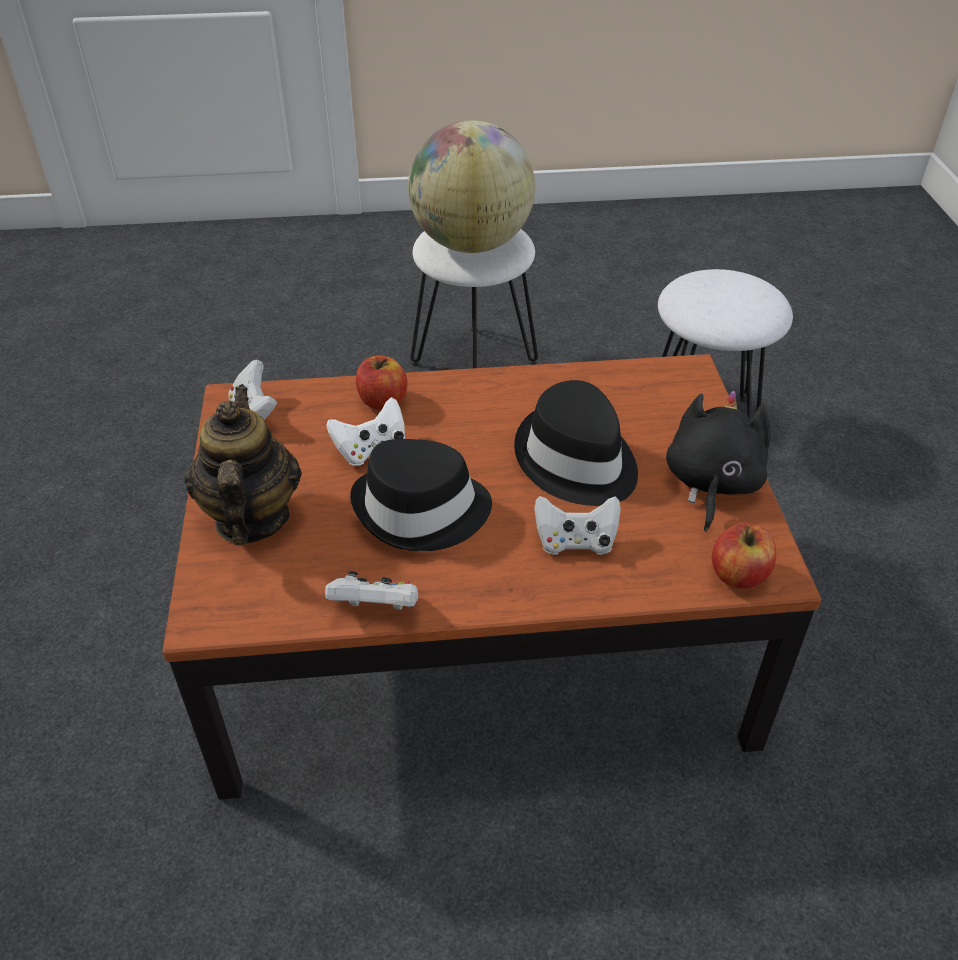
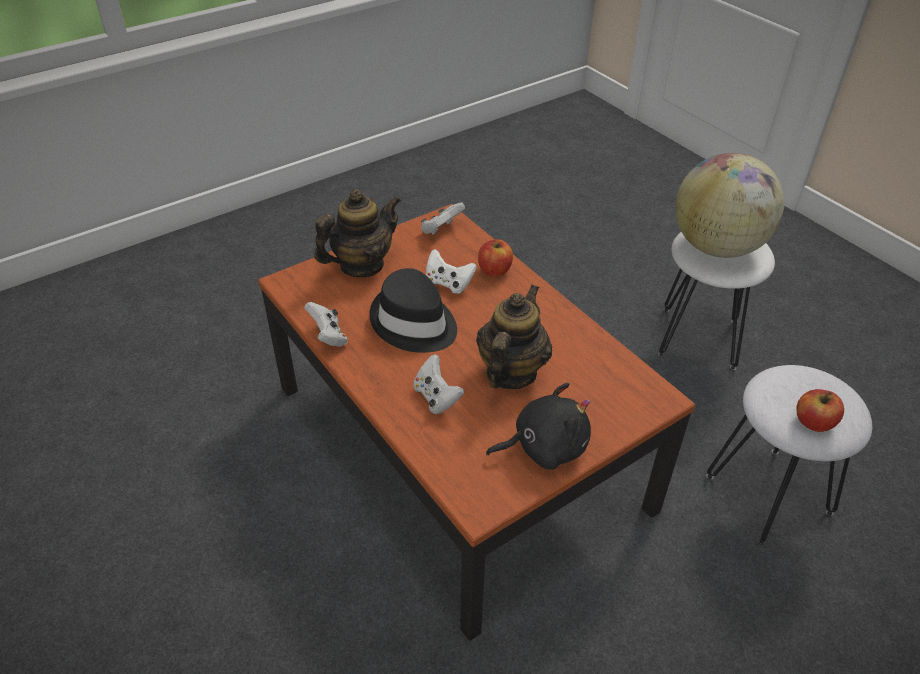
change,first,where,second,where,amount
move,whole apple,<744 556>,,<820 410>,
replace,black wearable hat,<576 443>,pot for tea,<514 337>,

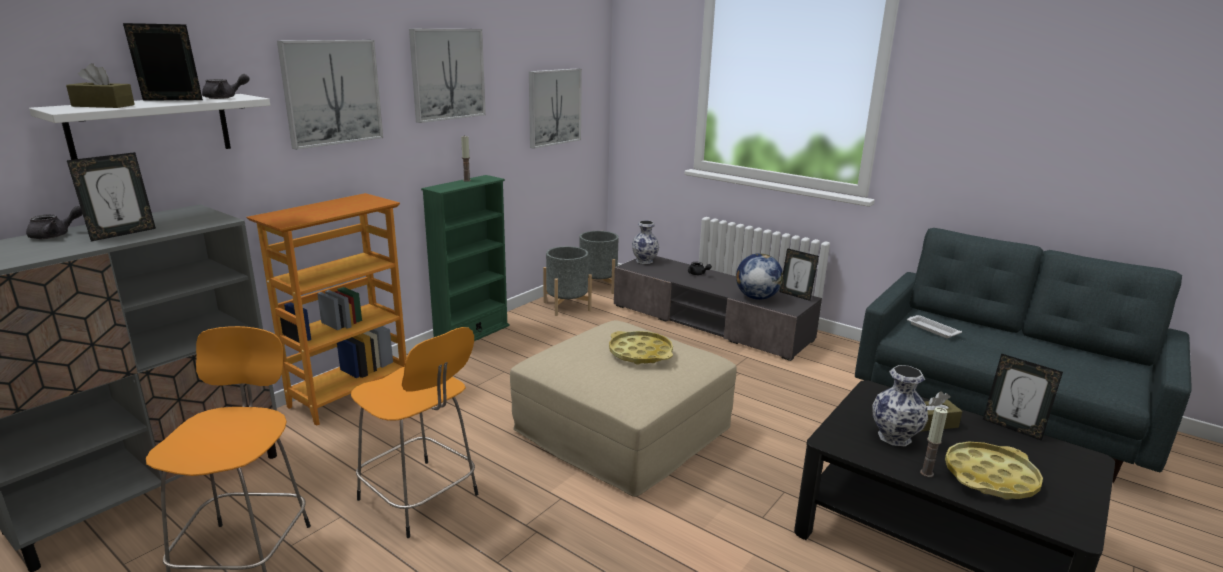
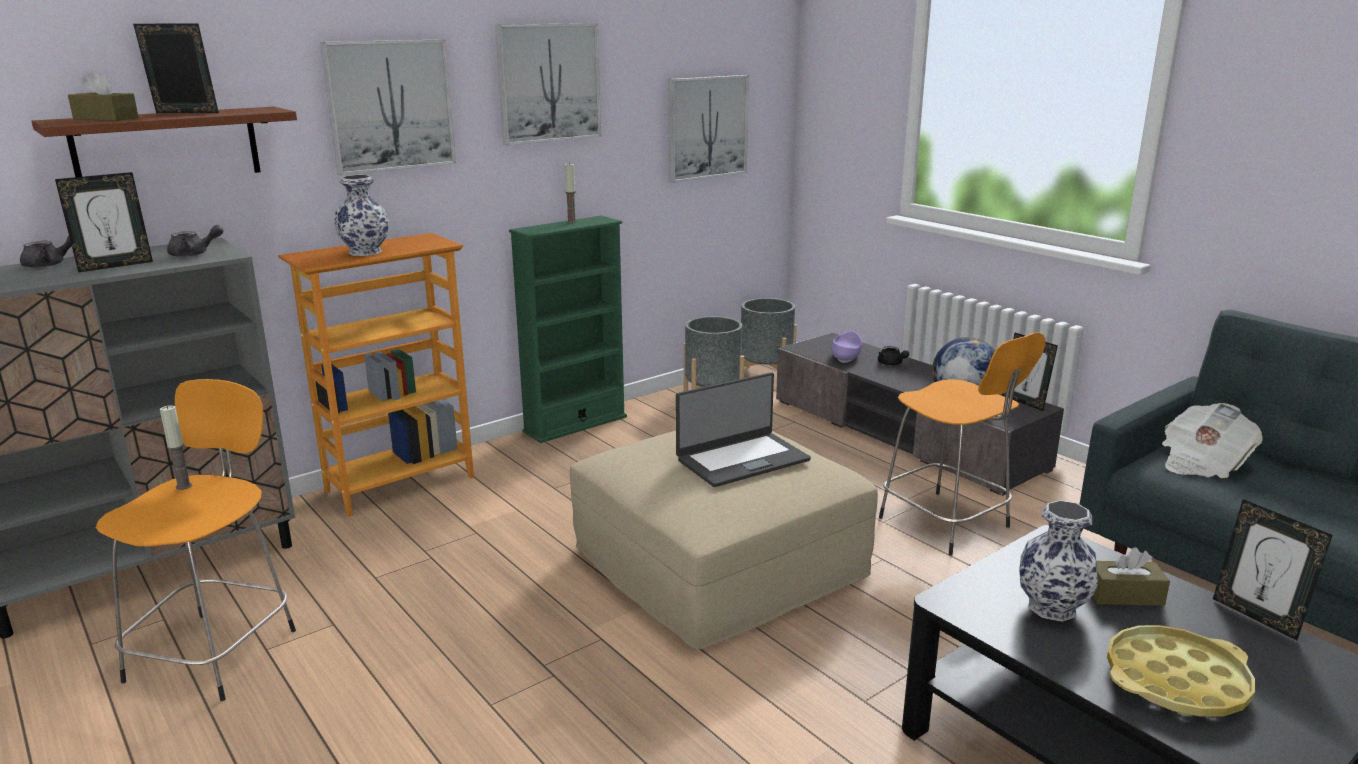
change,first,where,second,where,amount
insert,,,purple serving bowl,<846 347>,
move,gray pot for tea,<226 86>,,<195 241>,
move,orange stool,<414 432>,,<962 444>,
move,decorative vase,<645 242>,,<361 215>,
move,wax candle,<934 442>,,<176 448>,
replace,yellow-coloured tray,<641 348>,portable computer,<743 429>,
replace,white-coloured tray,<934 326>,printed paper,<1212 440>,
recolor,white-coloured bracket shelf,<149 127>,brown bracket shelf,<164 142>,

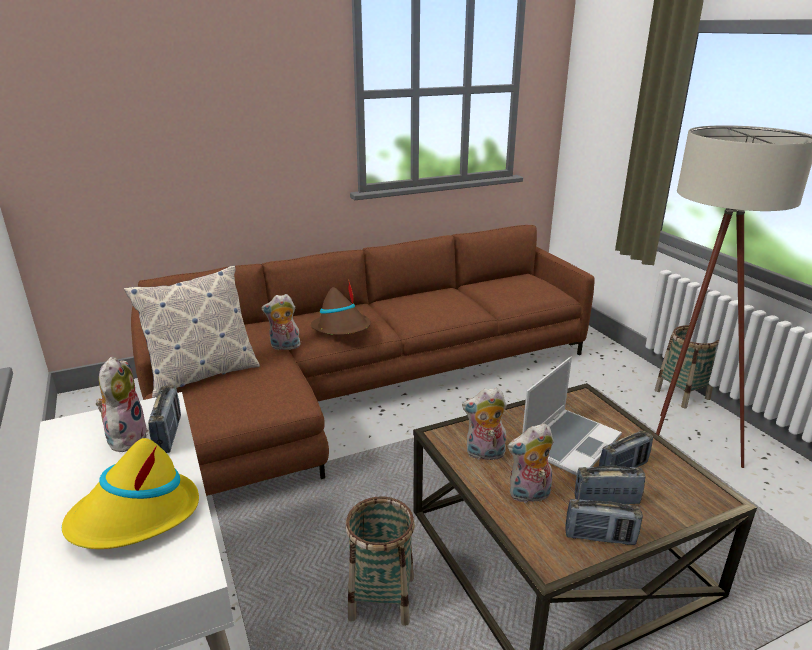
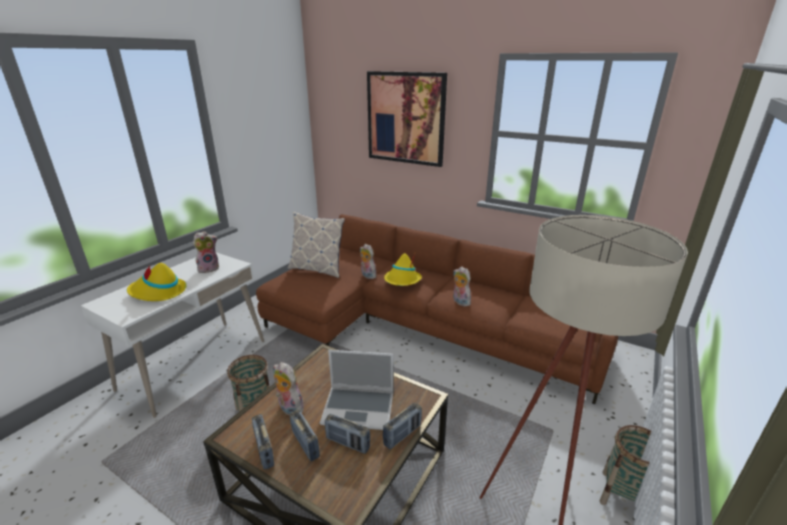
change,first,where,second,where,amount
insert,,,wall art,<407 119>,
move,radio receiver,<164 419>,,<402 426>,
move,soft toy,<484 424>,,<462 286>,
recolor,brown wearable hat,<341 308>,yellow-coloured wearable hat,<403 269>,

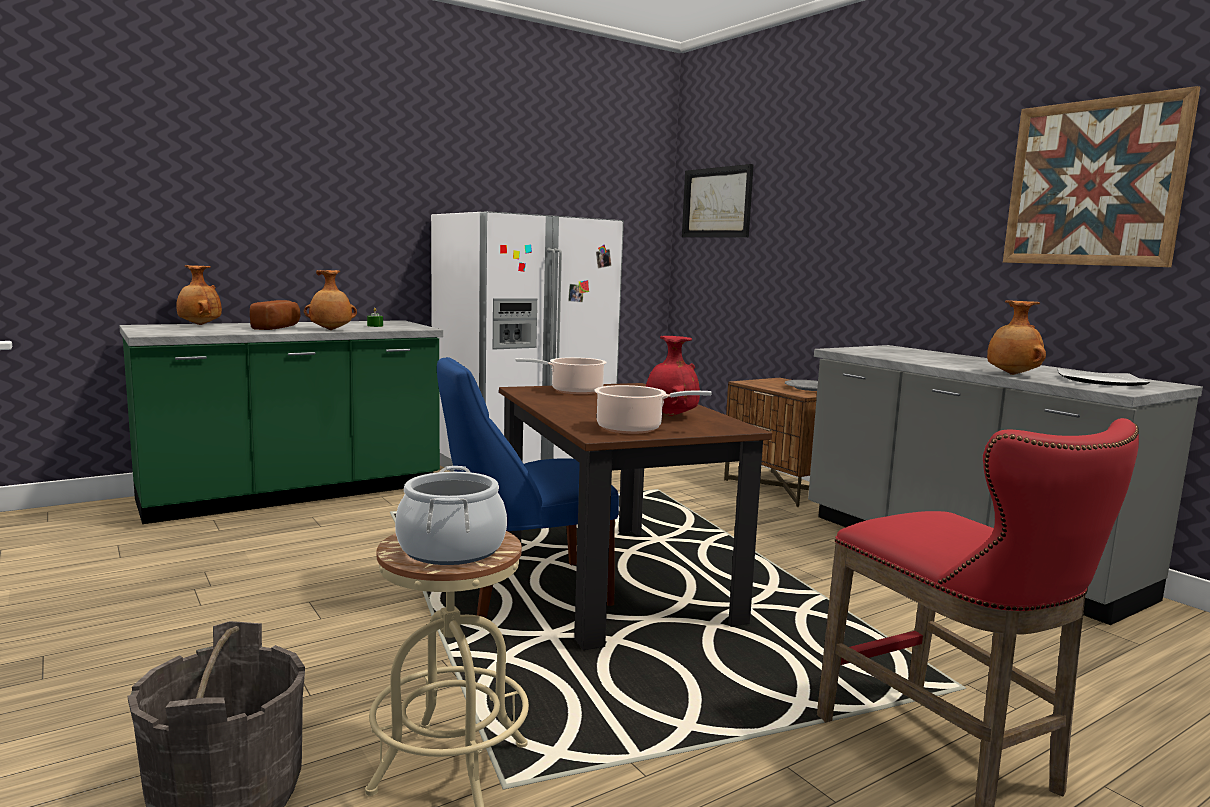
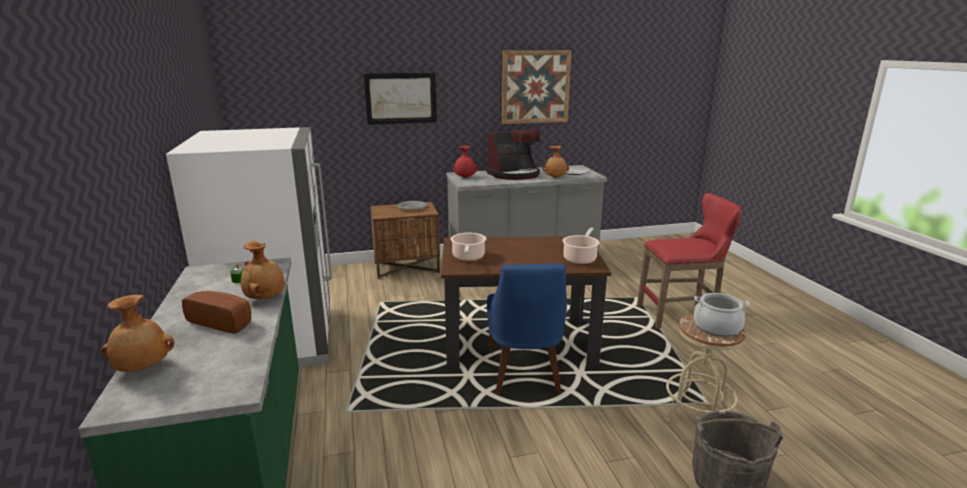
change,first,where,second,where,amount
insert,,,coffee machine,<513 154>,
move,reddish decorative vase,<673 376>,,<465 162>,
move,wall art,<718 200>,,<400 98>,

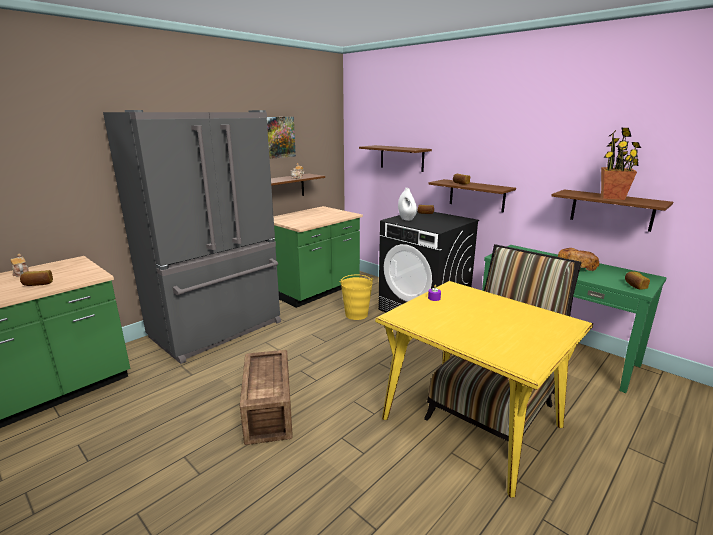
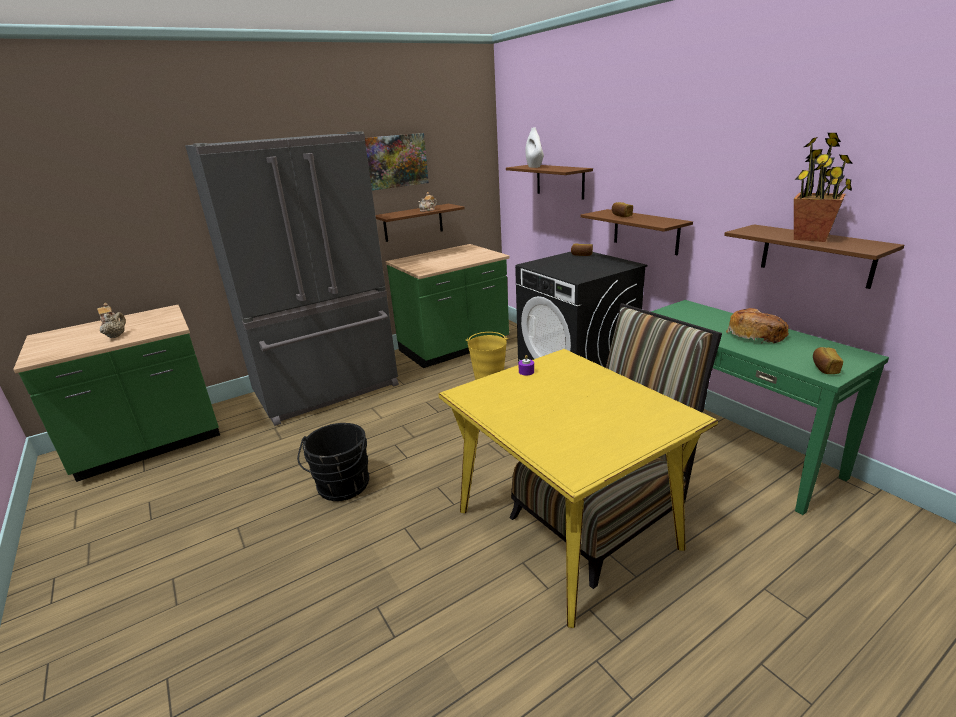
change,first,where,second,where,amount
move,white-coloured decorative vase,<407 204>,,<534 147>,
replace,bakery bread,<36 278>,sand-coloured pot for tea,<113 325>,
replace,packing crate,<266 397>,black bucket,<333 462>,

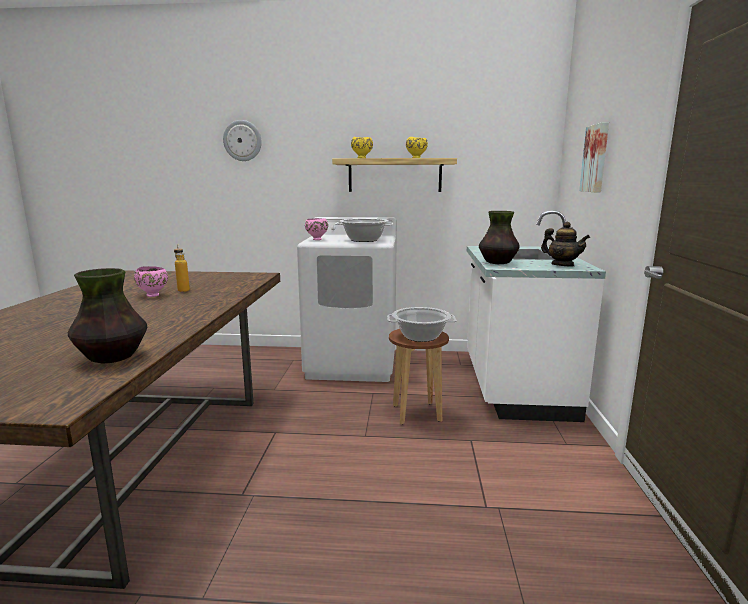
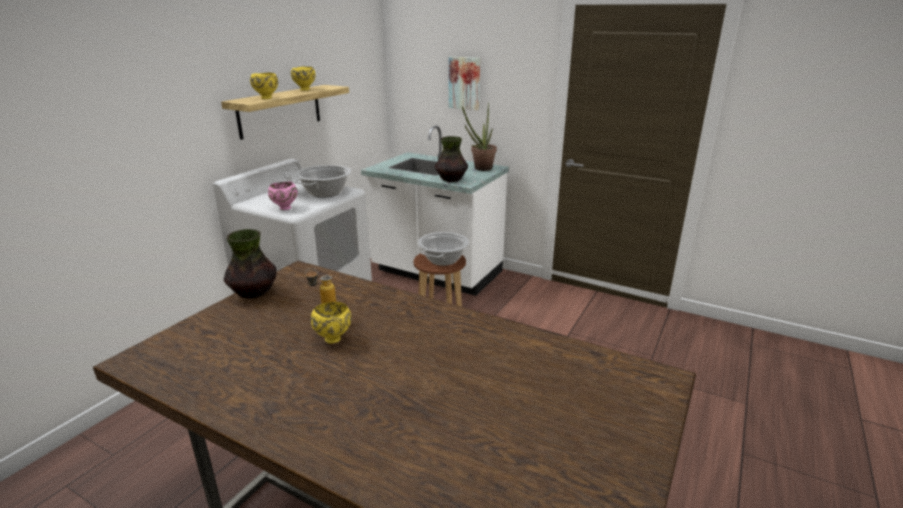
change,first,where,second,where,amount
delete,clock on the wall,<242 140>,,,
move,decorative vase,<107 316>,,<250 264>,
replace,pot for tea,<565 244>,houseplant,<479 136>,
recolor,pink serving bowl,<151 281>,yellow-coloured serving bowl,<330 323>,

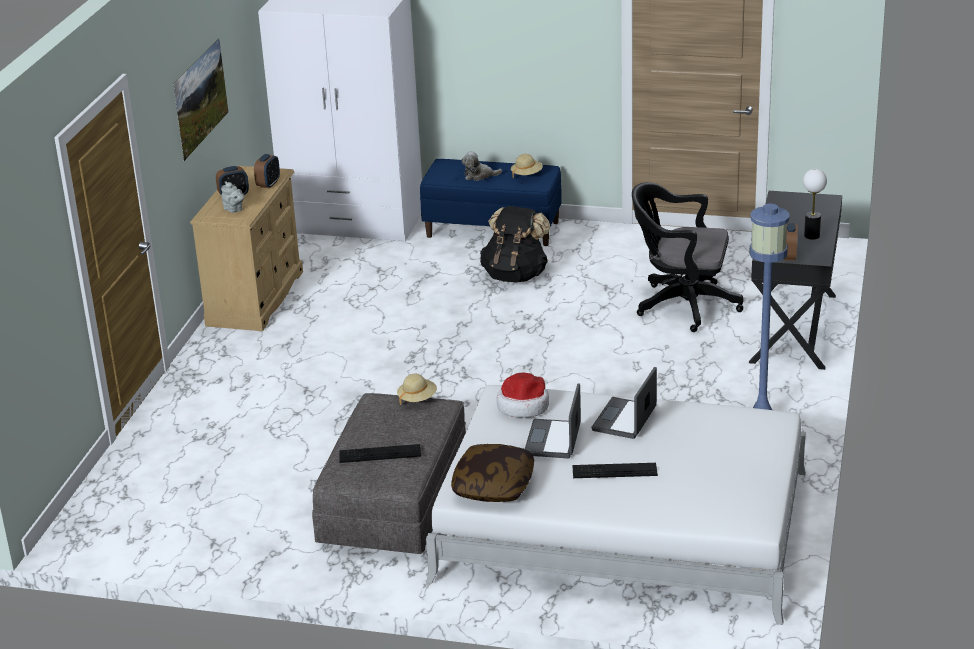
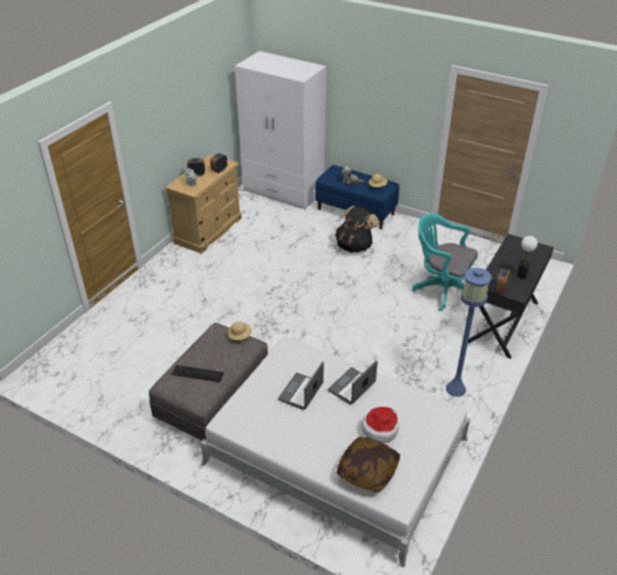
change,first,where,second,where,amount
delete,wall art,<200 99>,,,
delete,computer keyboard,<615 470>,,,
move,pillow,<492 473>,,<368 464>,
move,wearable hat,<523 395>,,<380 425>,
recolor,black desk chair,<688 257>,turquoise-coloured desk chair,<445 262>,

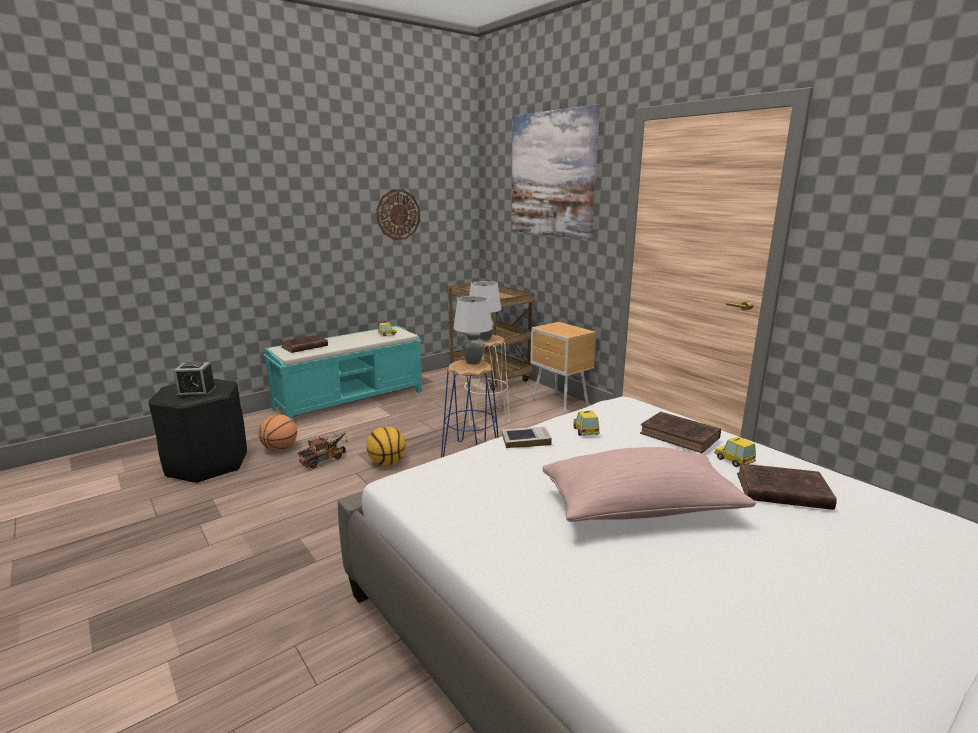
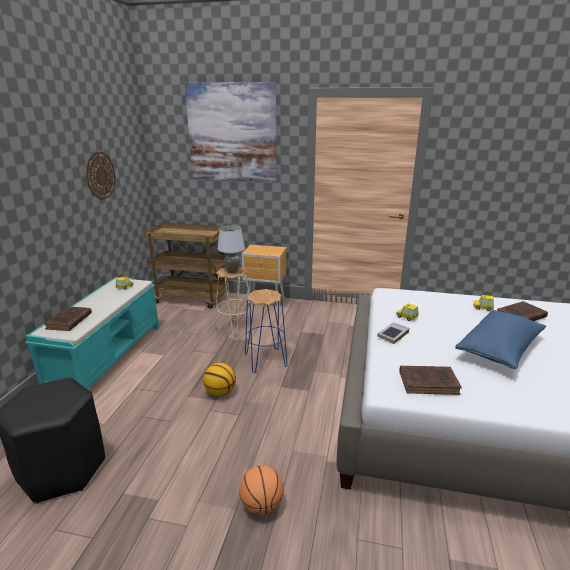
change,first,where,second,where,amount
delete,bedside clock,<195 379>,,,
delete,toy lorry,<323 451>,,,
delete,gray lamp for a table,<473 330>,,,
move,basketball,<277 432>,,<261 490>,
move,brown volume,<680 432>,,<430 380>,
recolor,pink pillow,<649 484>,bluish pillow,<500 339>,

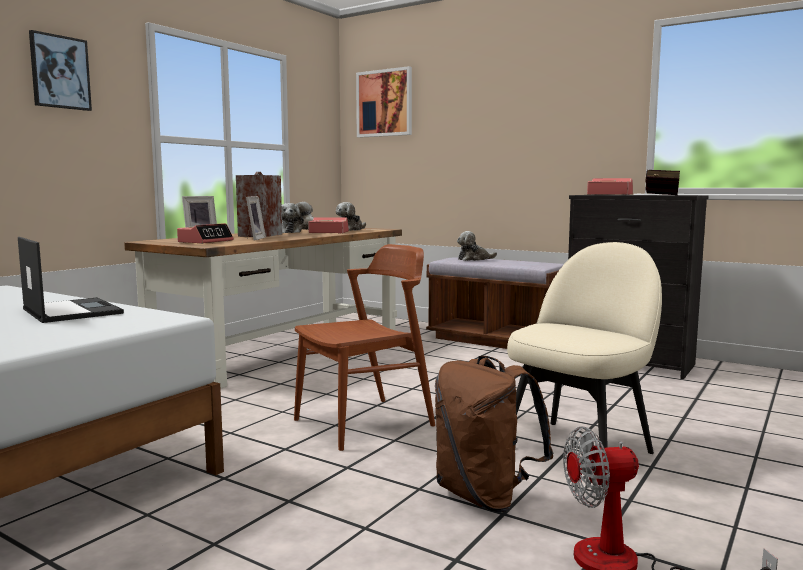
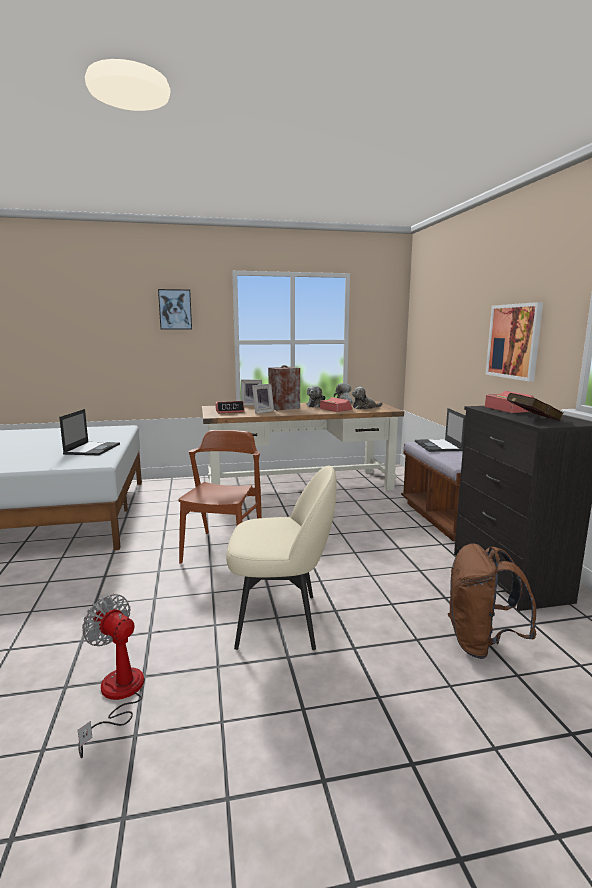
change,first,where,second,where,amount
move,wall art,<384 102>,,<514 342>,
move,brown knapsack,<494 434>,,<492 601>,
replace,soft toy,<477 246>,portable computer,<440 430>,
rotate,brown plain chair,<364 347>,,<220 497>,90 degrees counterclockwise

